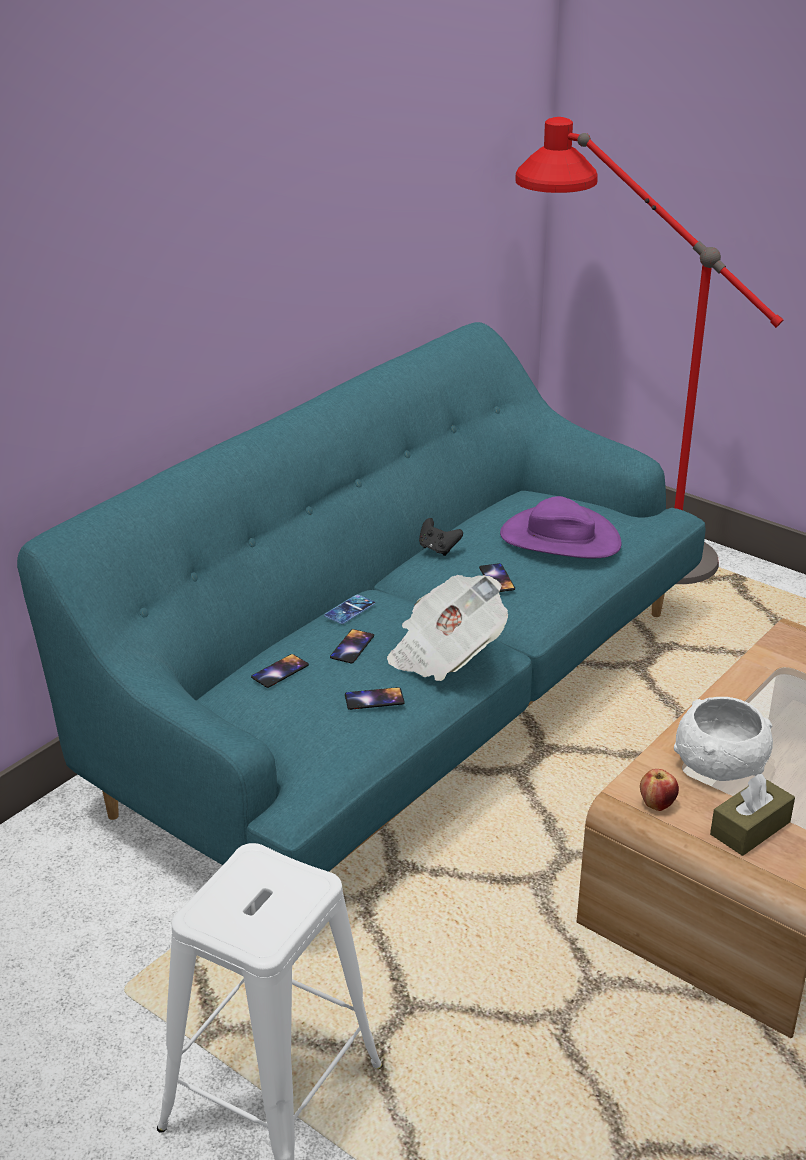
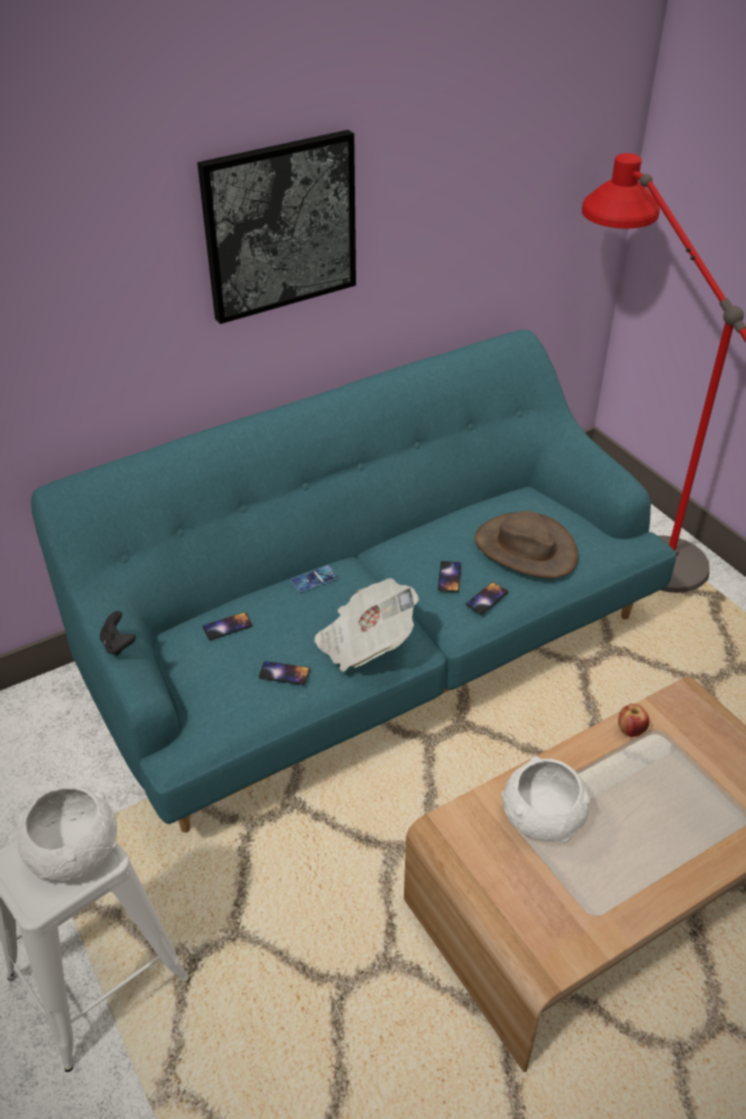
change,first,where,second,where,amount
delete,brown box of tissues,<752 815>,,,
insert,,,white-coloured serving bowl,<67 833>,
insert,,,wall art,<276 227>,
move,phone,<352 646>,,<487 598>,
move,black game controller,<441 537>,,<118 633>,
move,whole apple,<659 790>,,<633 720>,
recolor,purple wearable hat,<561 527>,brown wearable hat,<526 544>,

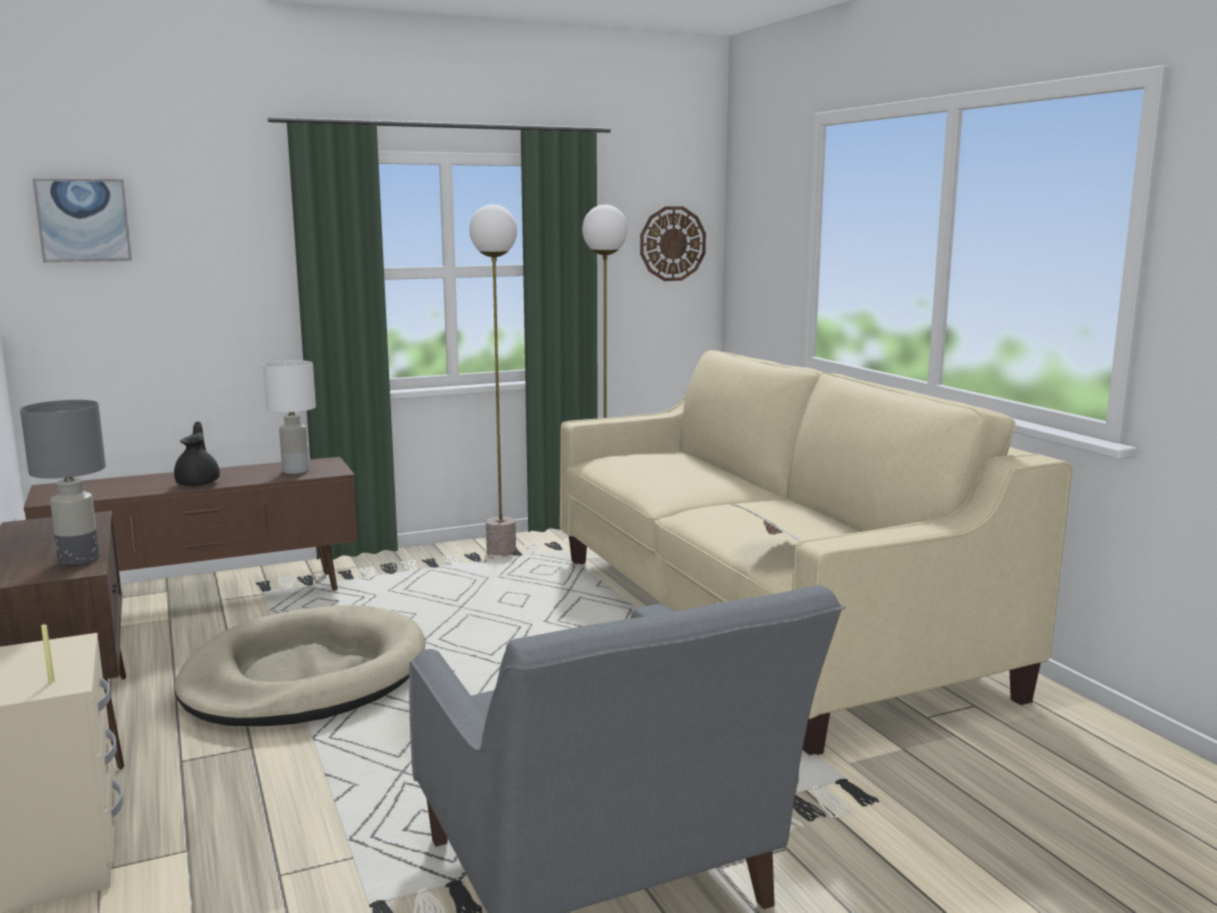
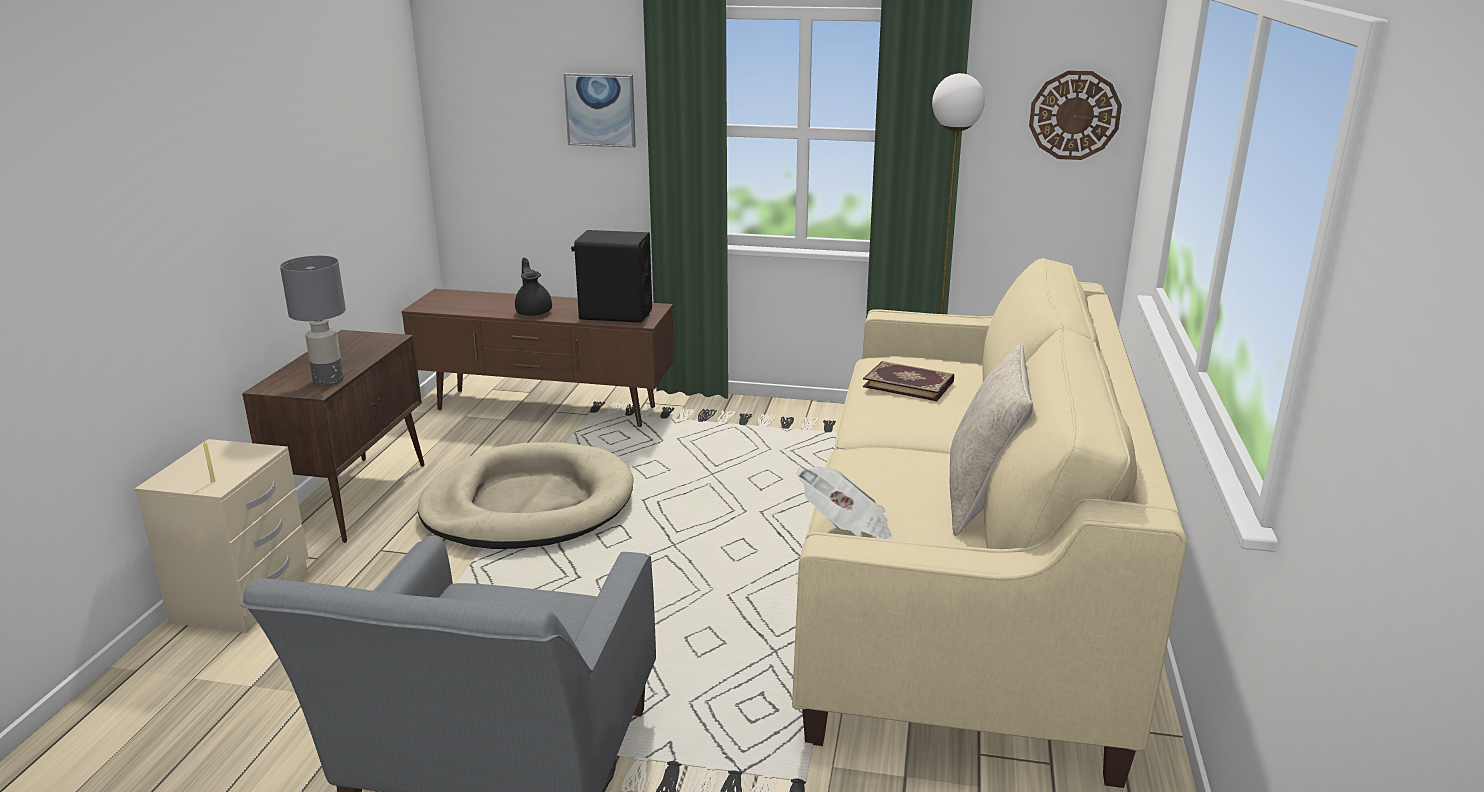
change,first,where,second,where,amount
delete,standard lamp,<493 380>,,,
insert,,,volume,<908 381>,
insert,,,sand-coloured pillow,<991 439>,
move,wall art,<82 220>,,<600 110>,
replace,white-coloured lamp for a table,<289 417>,black loudspeaker,<611 276>,
rotate,black pot for tea,<197 453>,,<533 287>,45 degrees counterclockwise

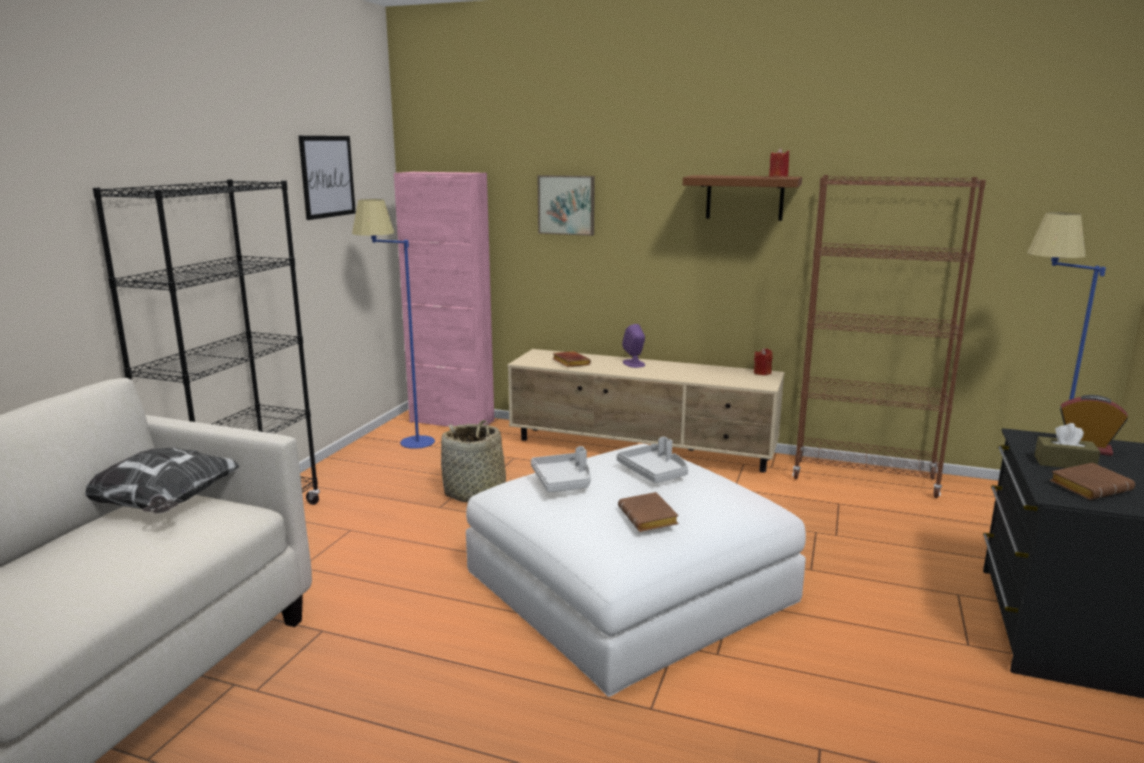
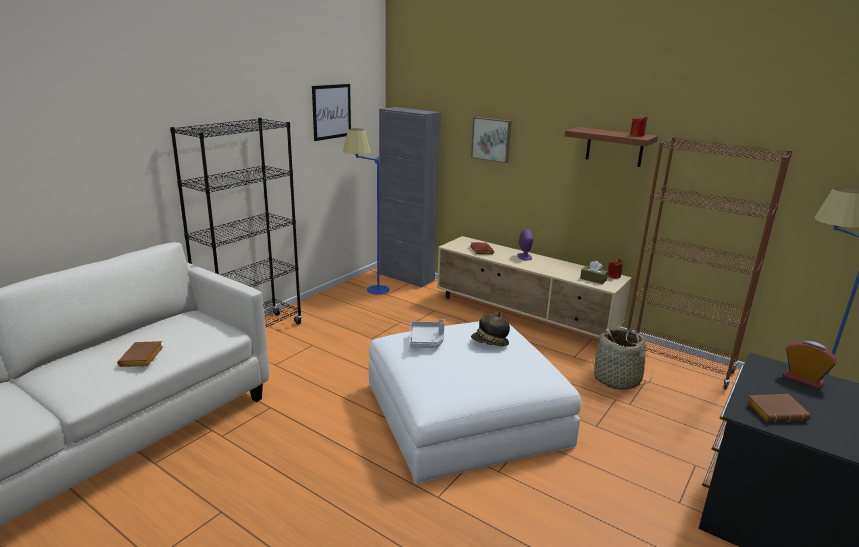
change,first,where,second,where,amount
delete,pillow,<162 480>,,,
move,storage basket,<476 461>,,<622 359>,
move,brown volume,<648 512>,,<140 354>,
move,brown box of tissues,<1067 445>,,<594 272>,
replace,gray tray,<652 460>,wearable hat,<490 329>,
recolor,pink storage cabinet,<444 299>,gray storage cabinet,<410 197>,

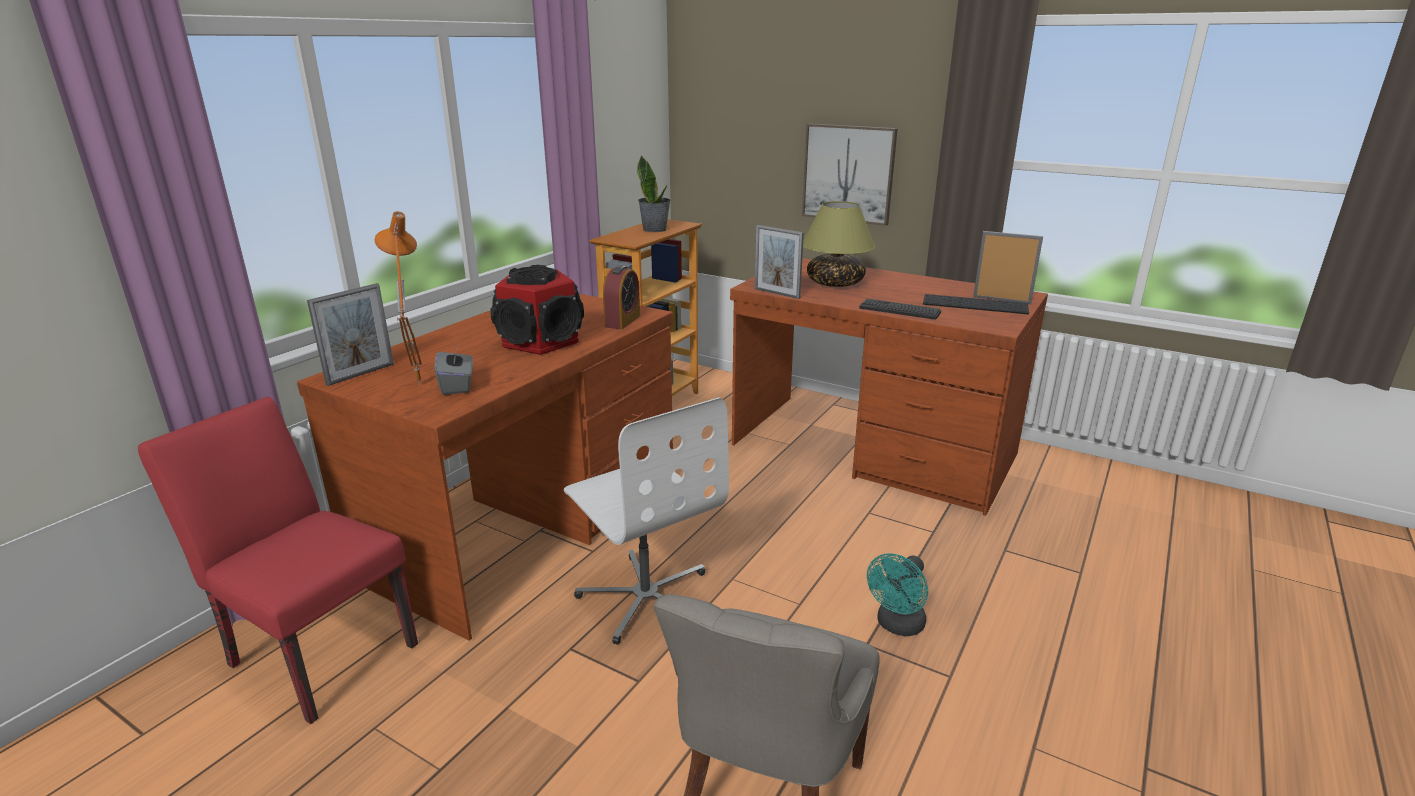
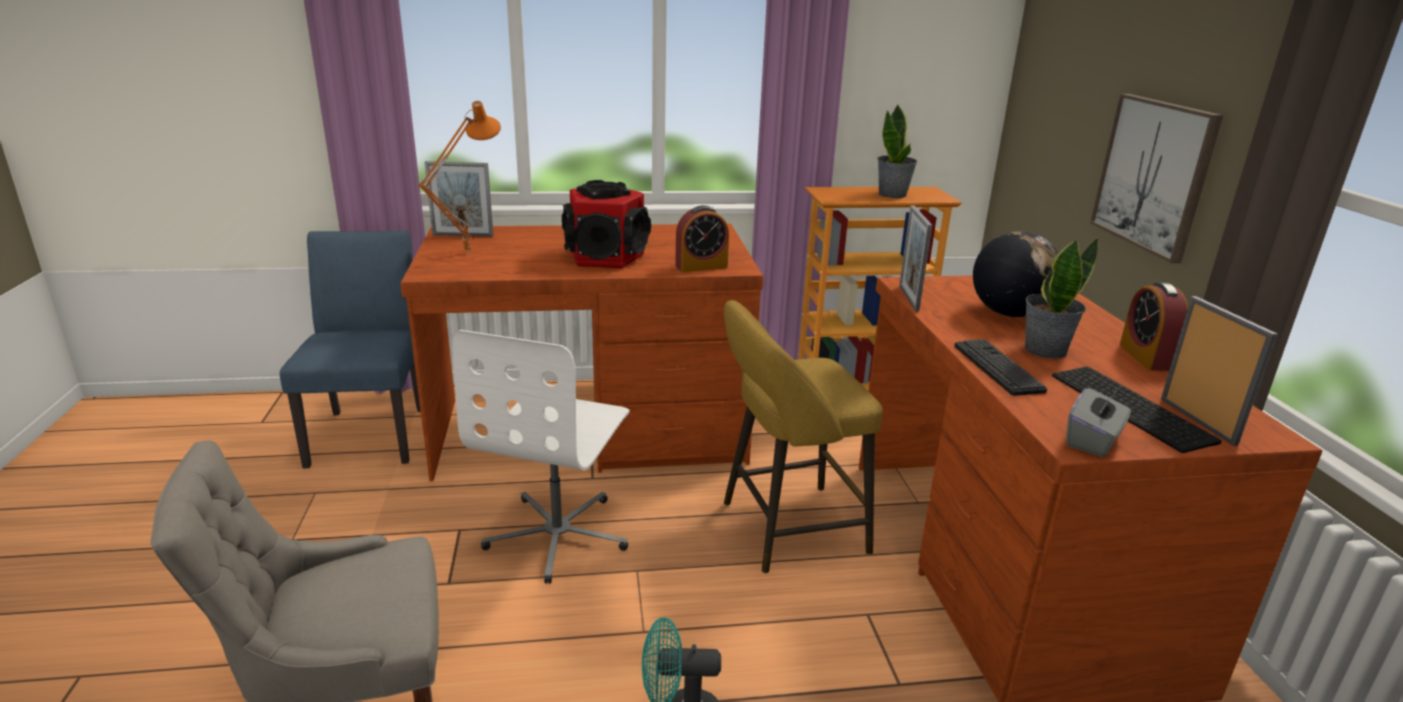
change,first,where,second,where,amount
insert,,,yellow-coloured stool,<803 437>,
insert,,,houseplant,<1062 298>,
insert,,,bedside clock,<1154 327>,
move,gray box of tissues,<454 370>,,<1099 422>,
replace,lamp for a table,<839 244>,world globe,<1016 274>,
recolor,reddish plain chair,<278 560>,bluish plain chair,<350 349>,

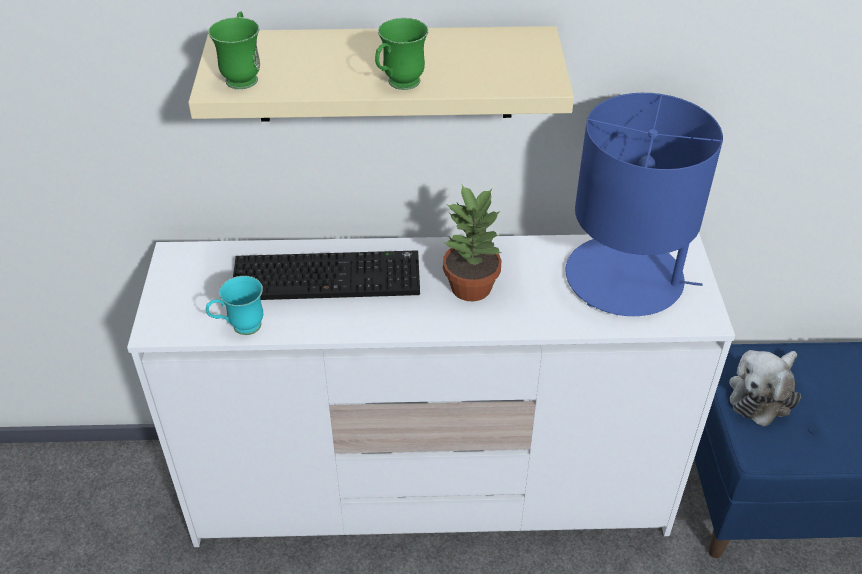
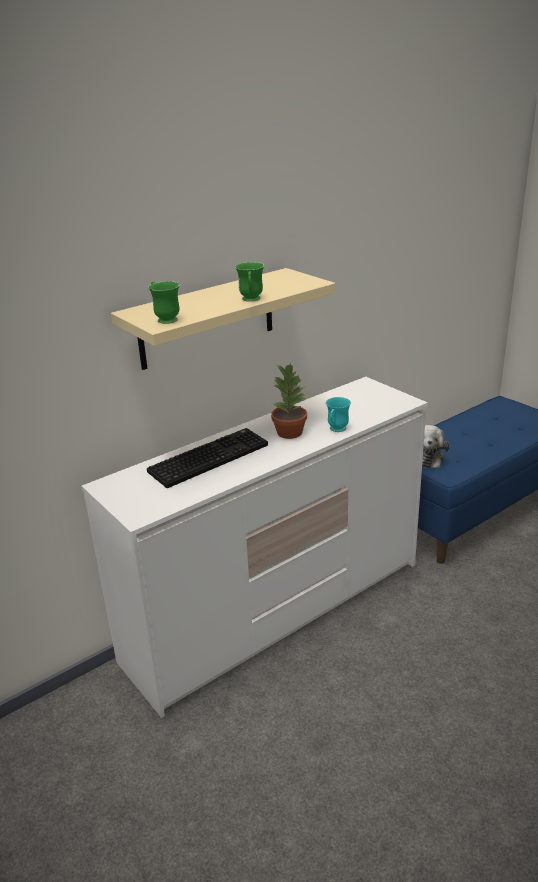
change,first,where,second,where,amount
delete,bluish lamp for a table,<644 204>,,,
move,turquoise-coloured mug,<234 305>,,<338 414>,

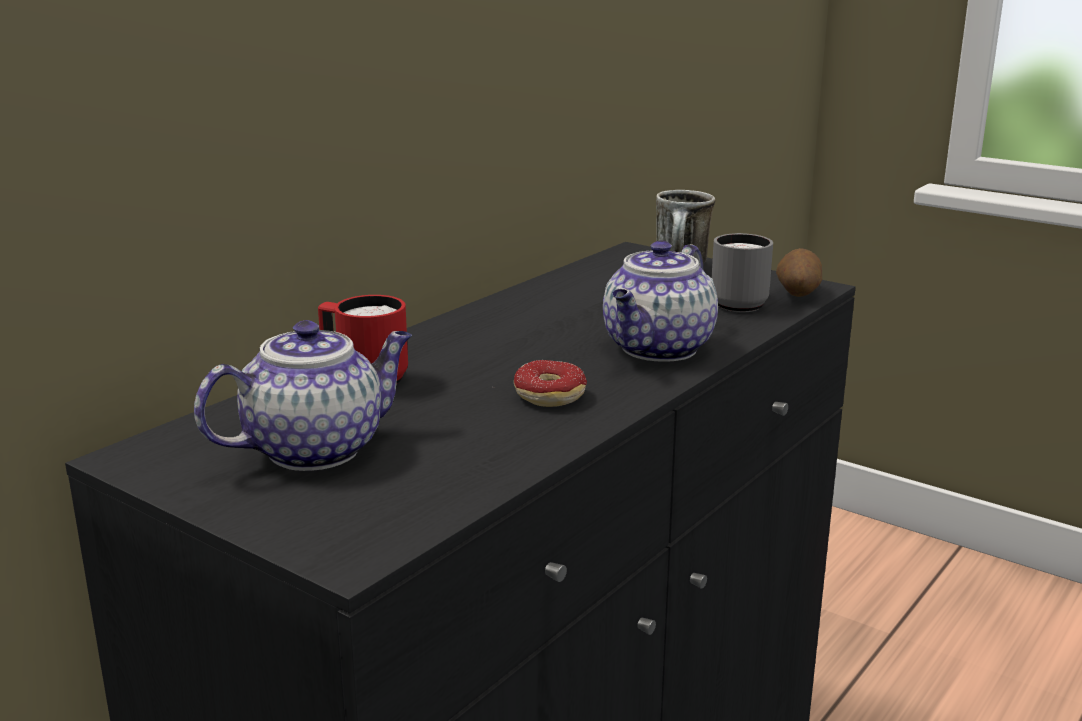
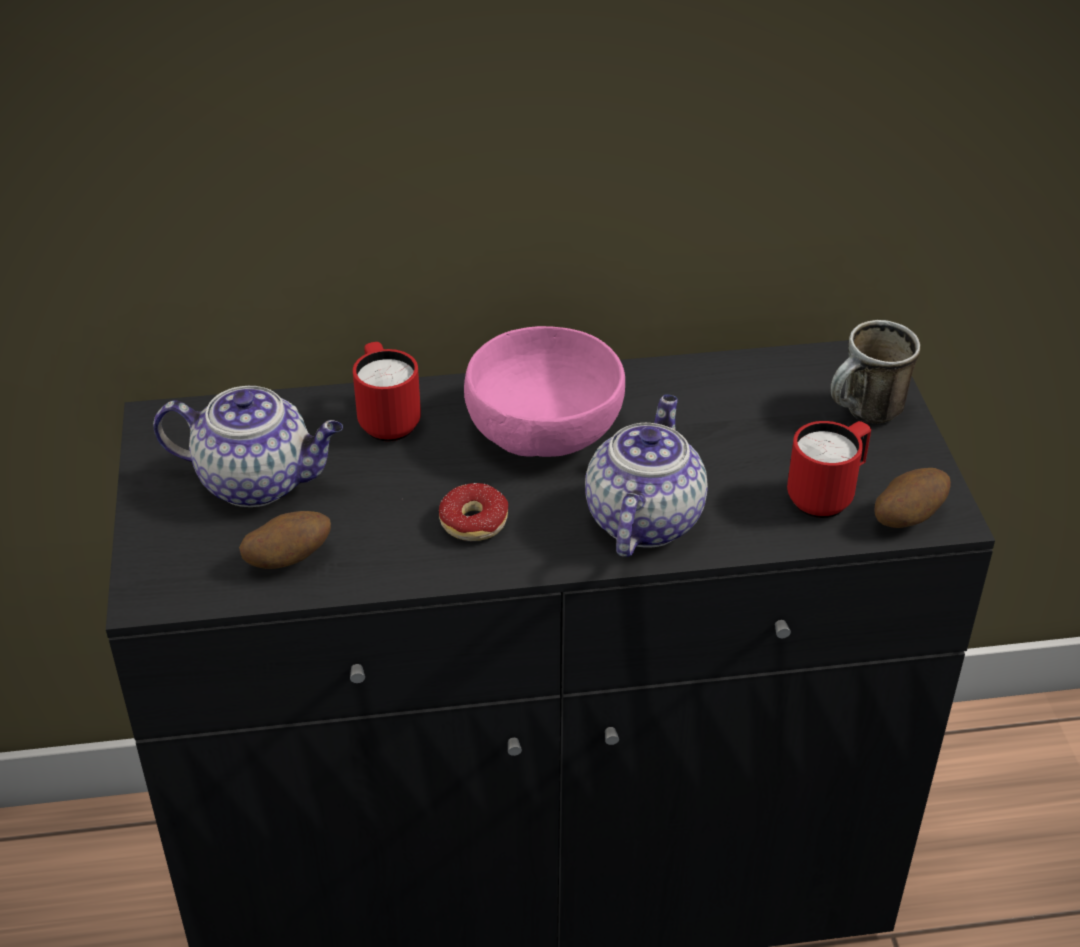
change,first,where,second,where,amount
insert,,,potato,<285 540>,
insert,,,pink serving bowl,<544 391>,
recolor,gray mug,<742 272>,reddish mug,<829 469>,
rotate,pot for tea,<660 301>,,<646 475>,120 degrees clockwise

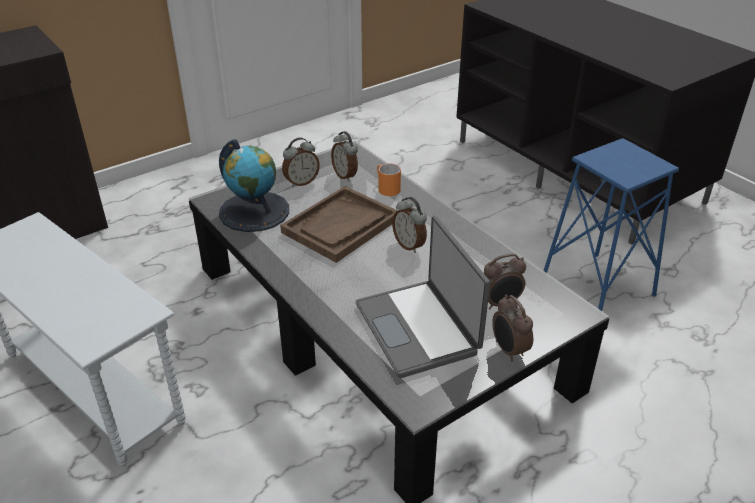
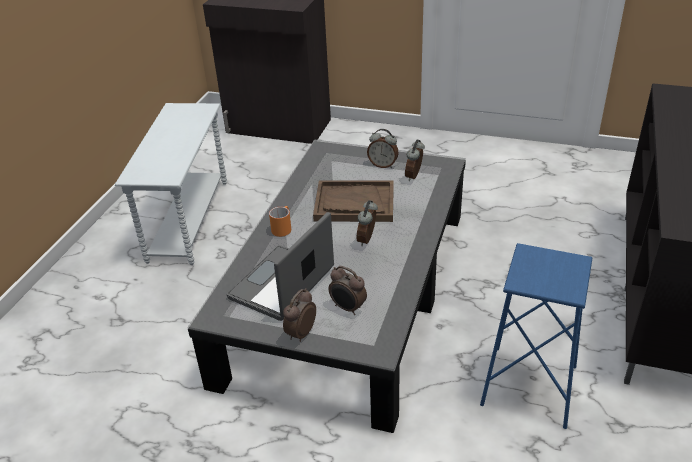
change,first,where,second,where,amount
delete,world globe,<254 185>,,,
move,orange mug,<389 179>,,<280 221>,

